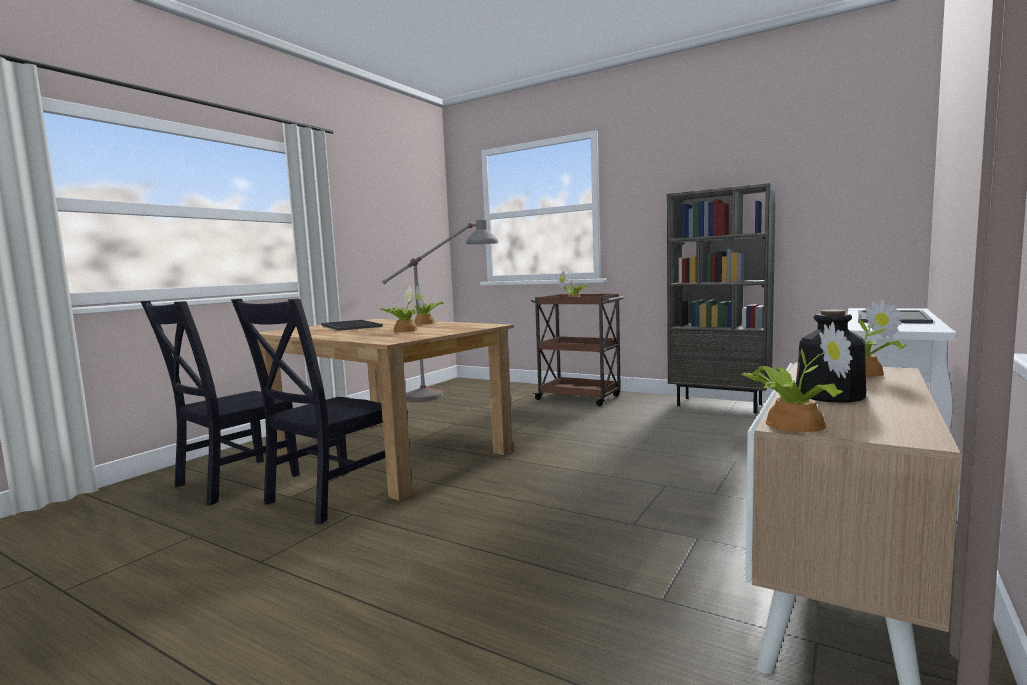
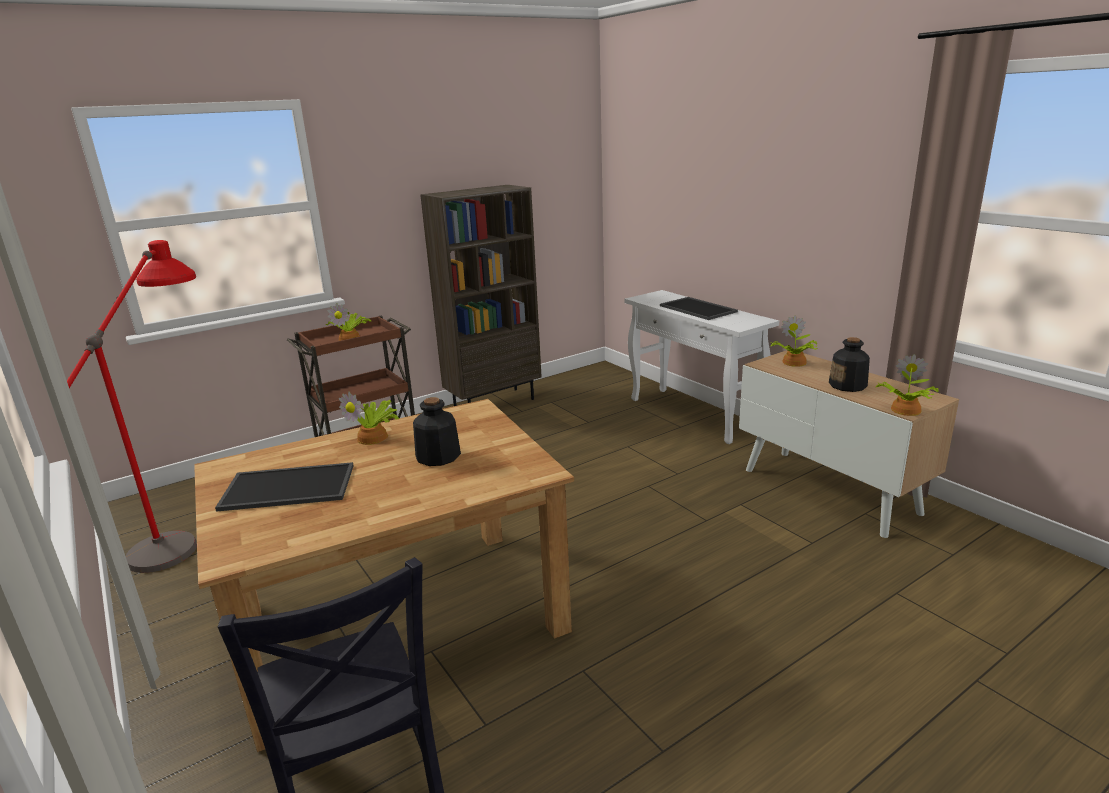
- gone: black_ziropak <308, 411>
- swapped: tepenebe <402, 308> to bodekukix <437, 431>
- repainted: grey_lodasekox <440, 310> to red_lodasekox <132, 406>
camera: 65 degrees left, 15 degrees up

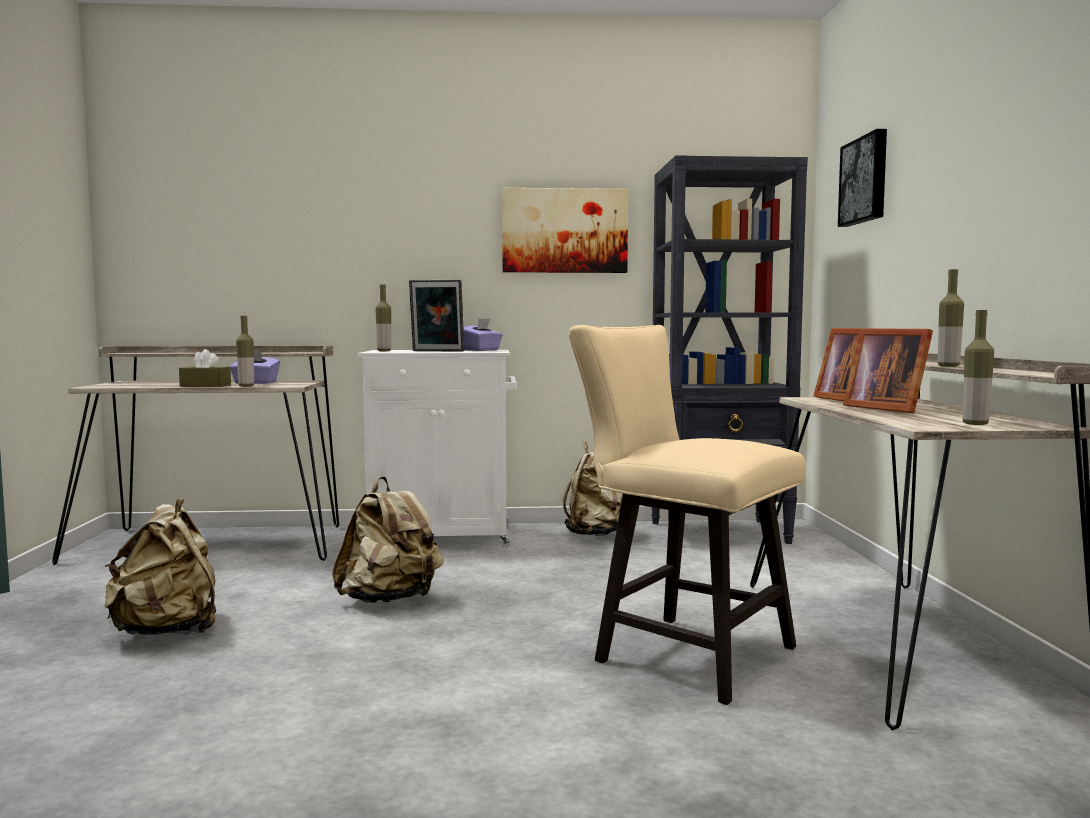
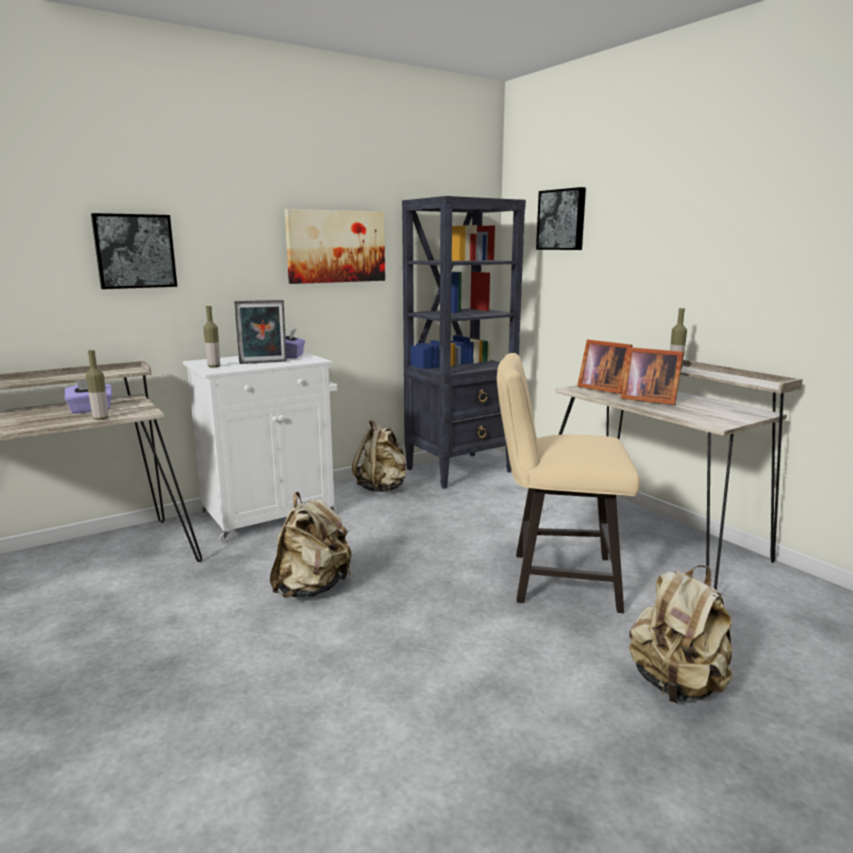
- gone: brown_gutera <205, 368>
- gone: bodekukix <978, 367>
- new: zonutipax <134, 251>
- shifted: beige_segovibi <160, 566> to <681, 634>
camera: 30 degrees left, 10 degrees up

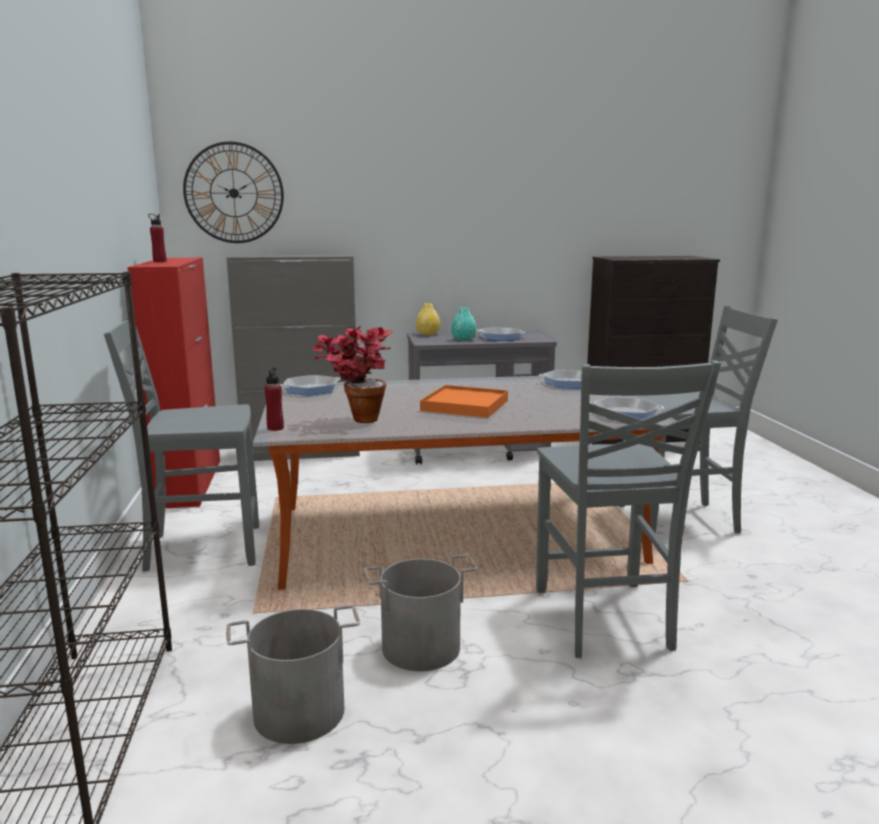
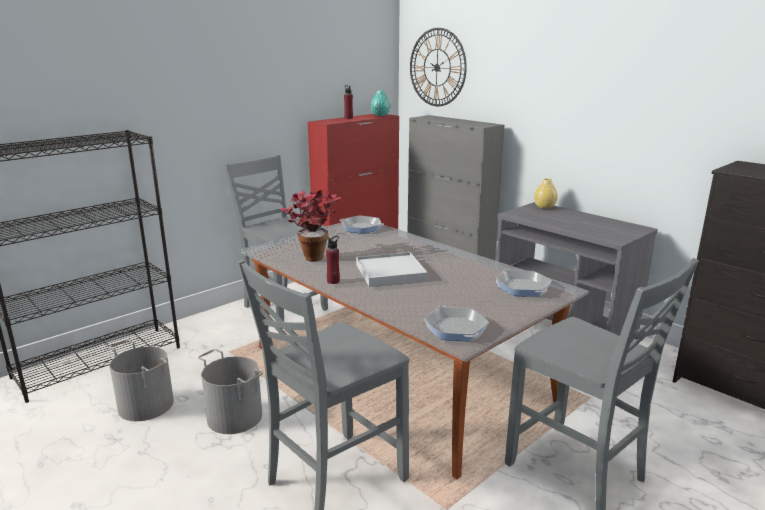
- gone: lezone <500, 334>
- shifted: red_bodekukix <274, 399> to <333, 260>
- shifted: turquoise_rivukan <464, 324> to <380, 103>
- repainted: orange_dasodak <464, 401> to white_dasodak <392, 269>
camera: 55 degrees right, 5 degrees up

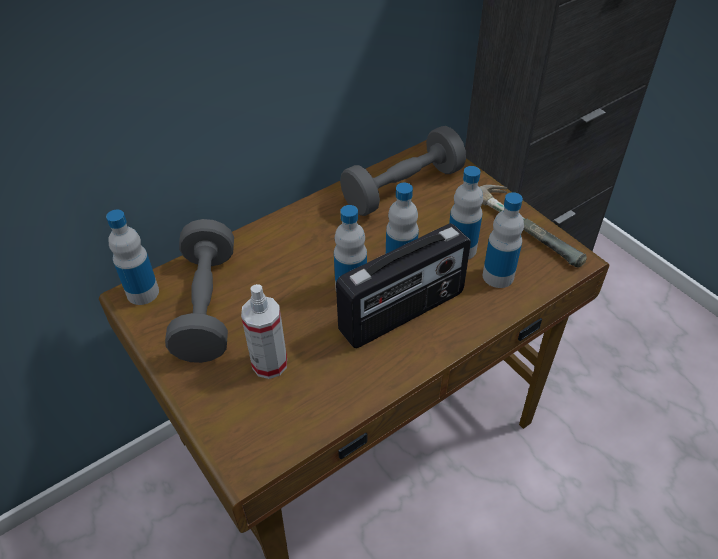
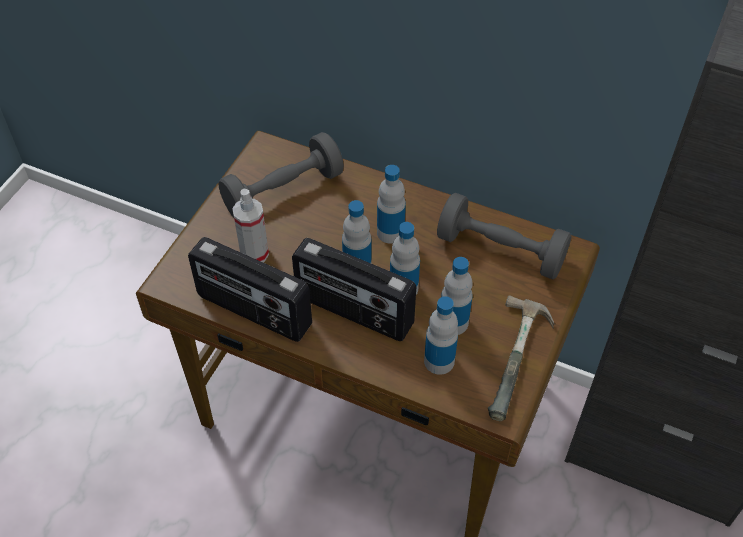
- new: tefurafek <250, 289>
- shifted: bodekukix <132, 257> to <391, 204>
camera: 60 degrees right, 5 degrees up

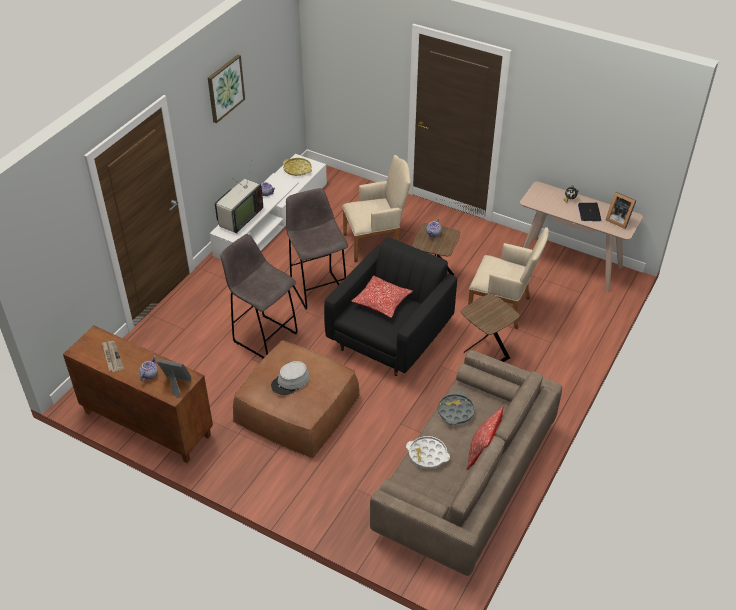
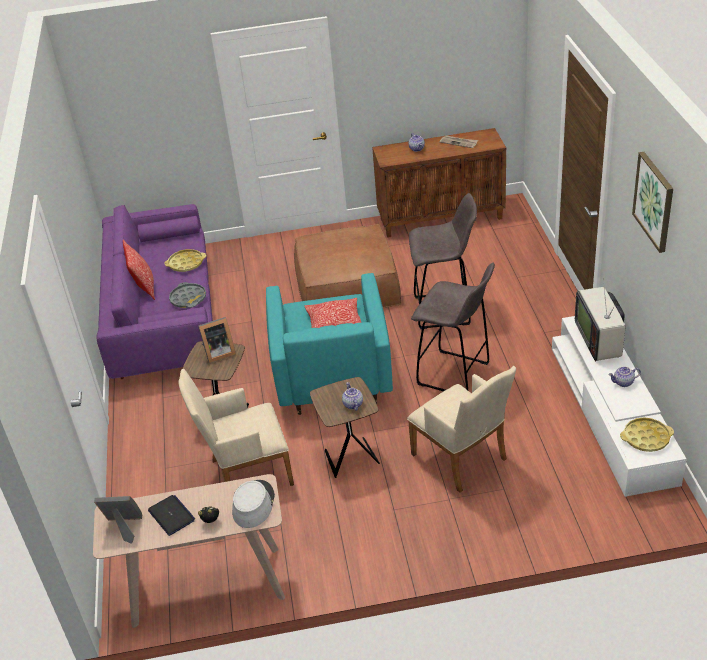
- shifted: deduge <174, 378> to <217, 340>
- shifted: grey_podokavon <290, 378> to <253, 504>
- repainted: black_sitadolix <390, 306> to turquoise_sitadolix <329, 344>
- repainted: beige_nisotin <466, 463> to purple_nisotin <155, 291>
- repainted: white_dasodak <428, 452> to yellow_dasodak <185, 260>
- rotated: beige_sitadolix <376, 208> = <461, 429> 75 degrees counterclockwise
camera: 145 degrees right, 5 degrees down

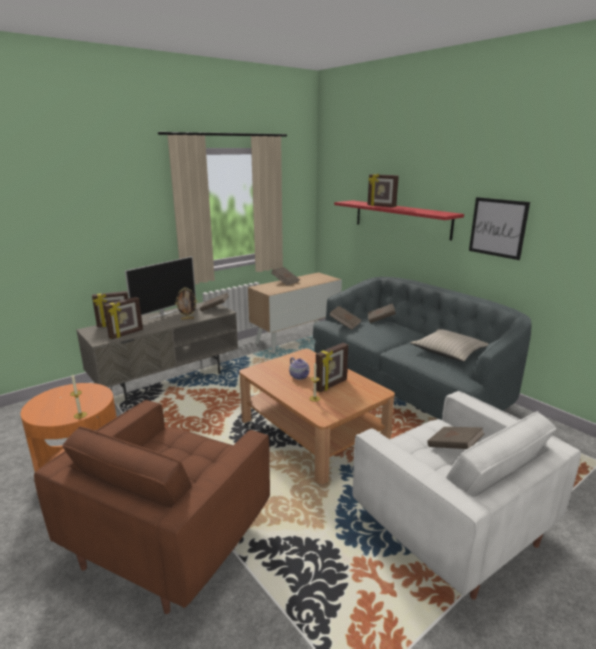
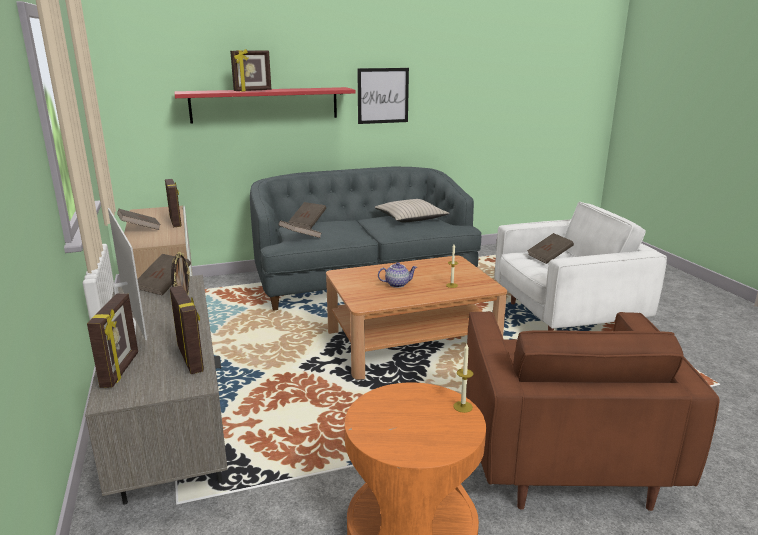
- shifted: deduge <332, 367> to <173, 203>
- rotated: brown_sitadolix <152, 507> = <593, 411> 45 degrees clockwise
camera: 70 degrees left, 0 degrees up

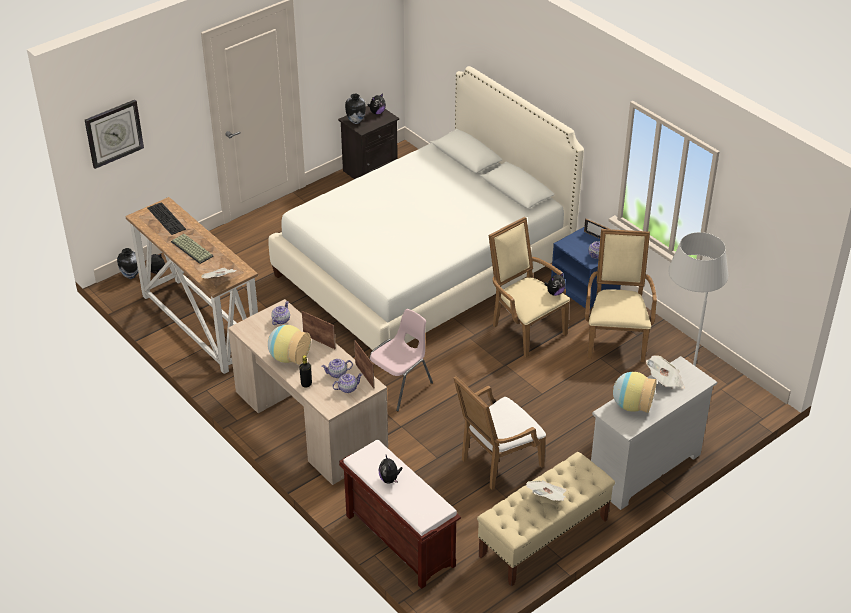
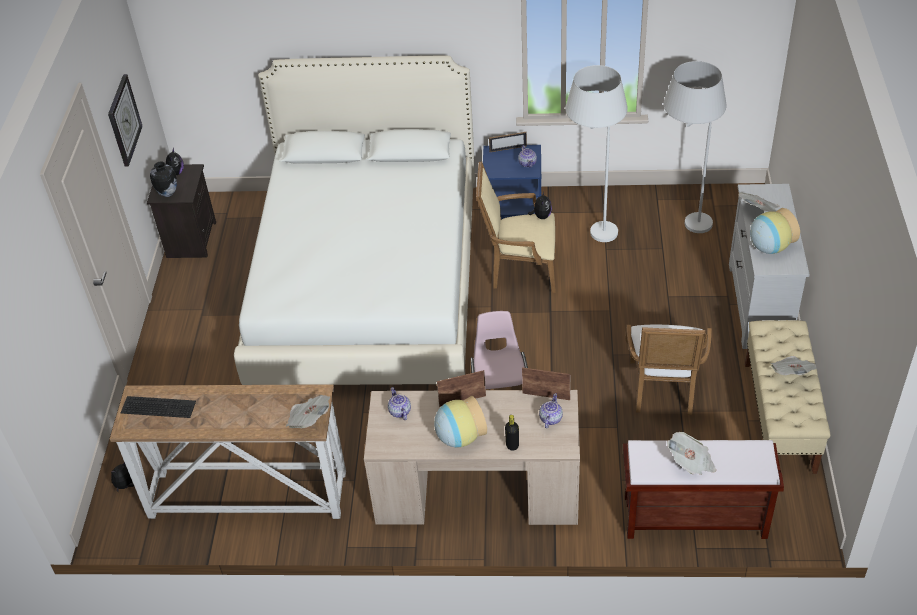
- gone: rivukan <127, 263>
- gone: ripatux <192, 249>
- gone: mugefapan <337, 368>
- shifted: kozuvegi <114, 134> to <125, 120>
- swapped: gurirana <391, 469> to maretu <691, 453>
- swapped: beige_sitadolix <621, 295> to white_lodasekox <596, 153>
camera: 45 degrees left, 5 degrees up

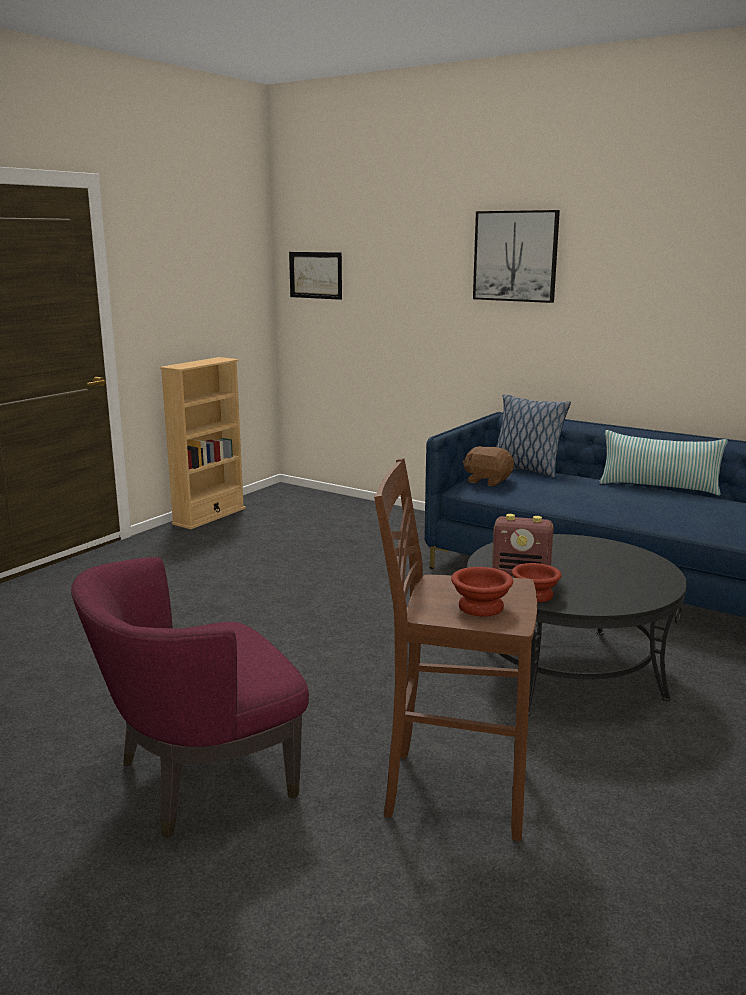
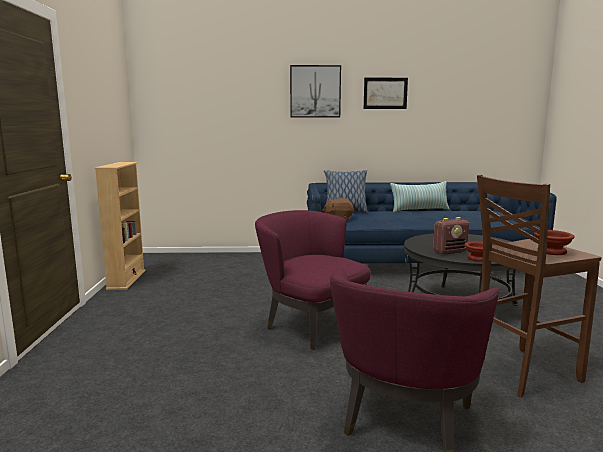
- new: purple_sitadolix <313, 280>
- shifted: zonutipax <315, 276> to <386, 93>
camera: 35 degrees left, 5 degrees down

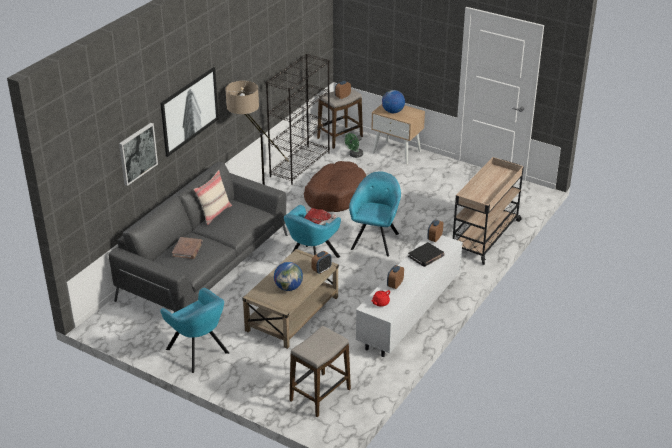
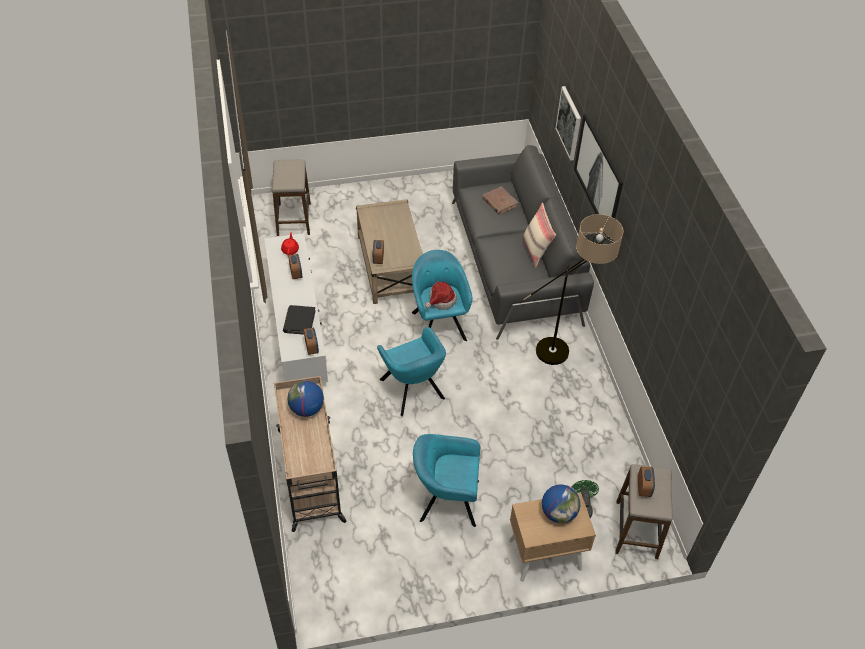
- gone: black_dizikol <298, 119>
- gone: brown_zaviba <335, 186>
- shifted: turquoise_sitadolix <194, 330> to <446, 480>
- shifted: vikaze <288, 276> to <305, 399>
camera: 135 degrees right, 15 degrees up

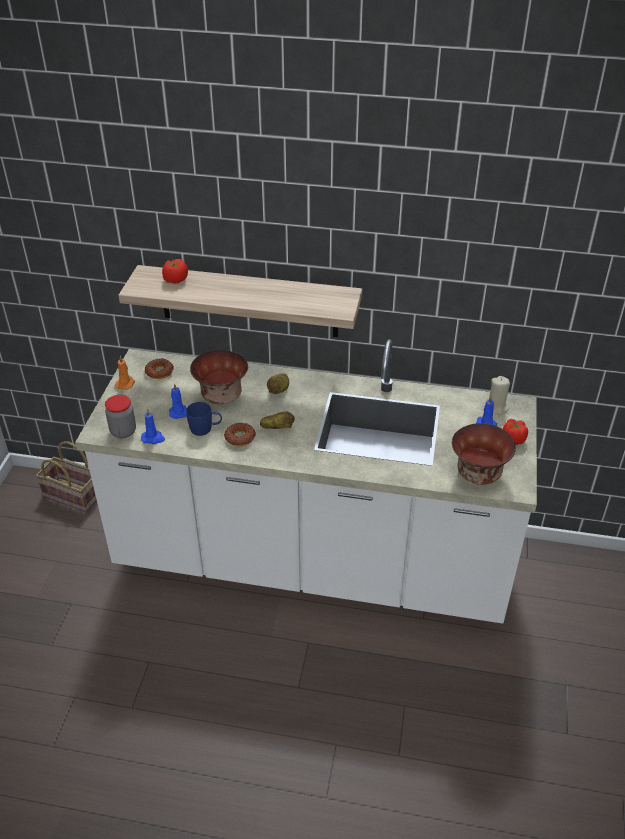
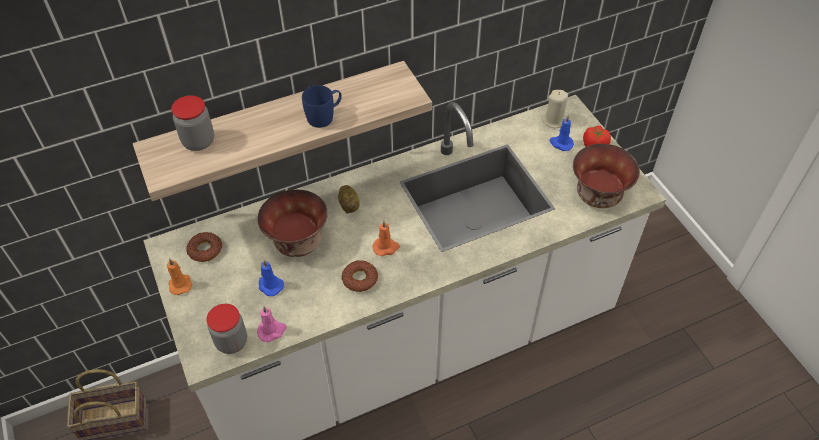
- shifted: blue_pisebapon <204, 419> to <322, 106>
- swapped: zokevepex <175, 271> to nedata <192, 123>
- swapped: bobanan <277, 420> to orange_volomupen <386, 238>
- repainted: blue_volomupen <153, 426> to pink_volomupen <272, 324>
camera: 35 degrees left, 10 degrees up

